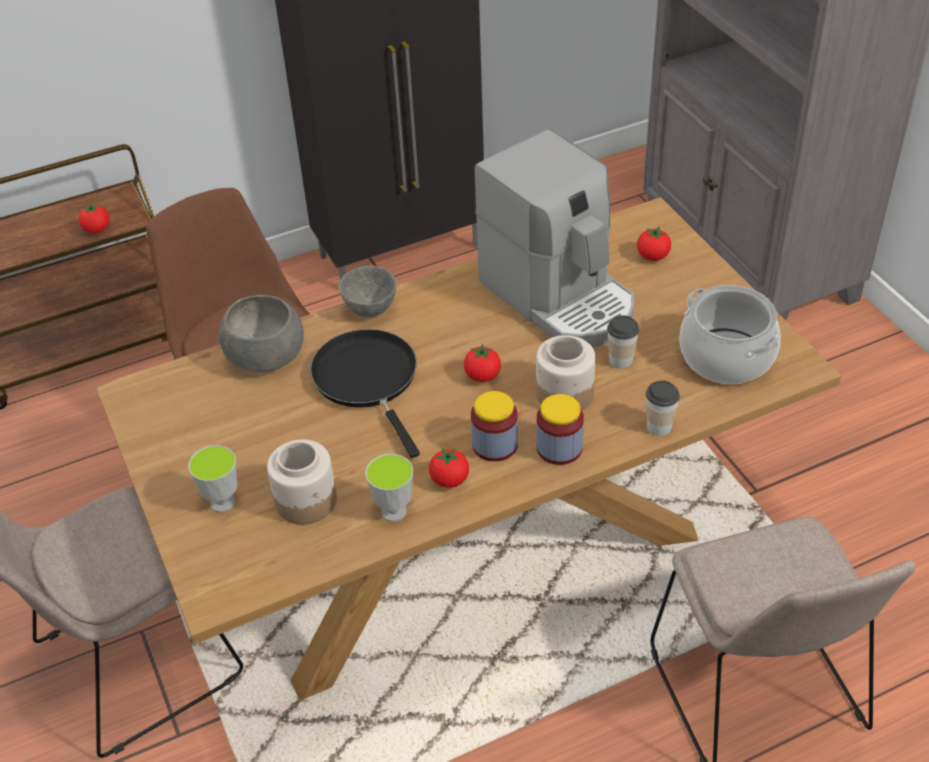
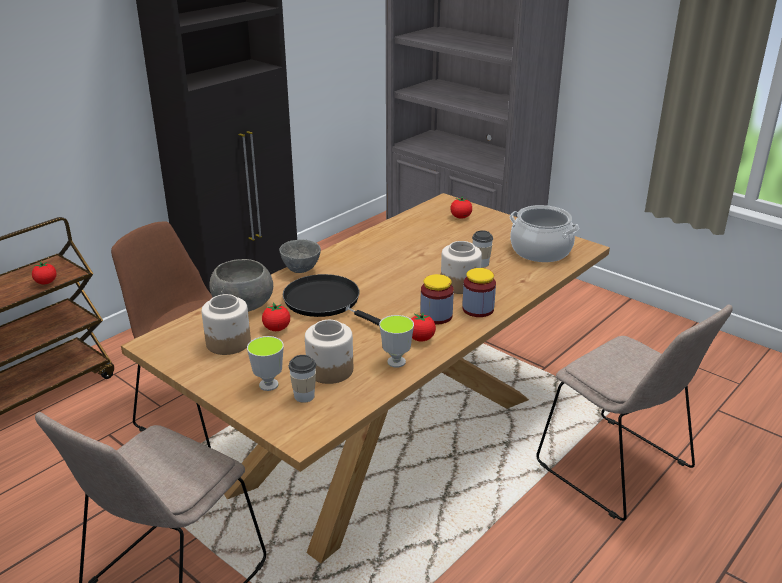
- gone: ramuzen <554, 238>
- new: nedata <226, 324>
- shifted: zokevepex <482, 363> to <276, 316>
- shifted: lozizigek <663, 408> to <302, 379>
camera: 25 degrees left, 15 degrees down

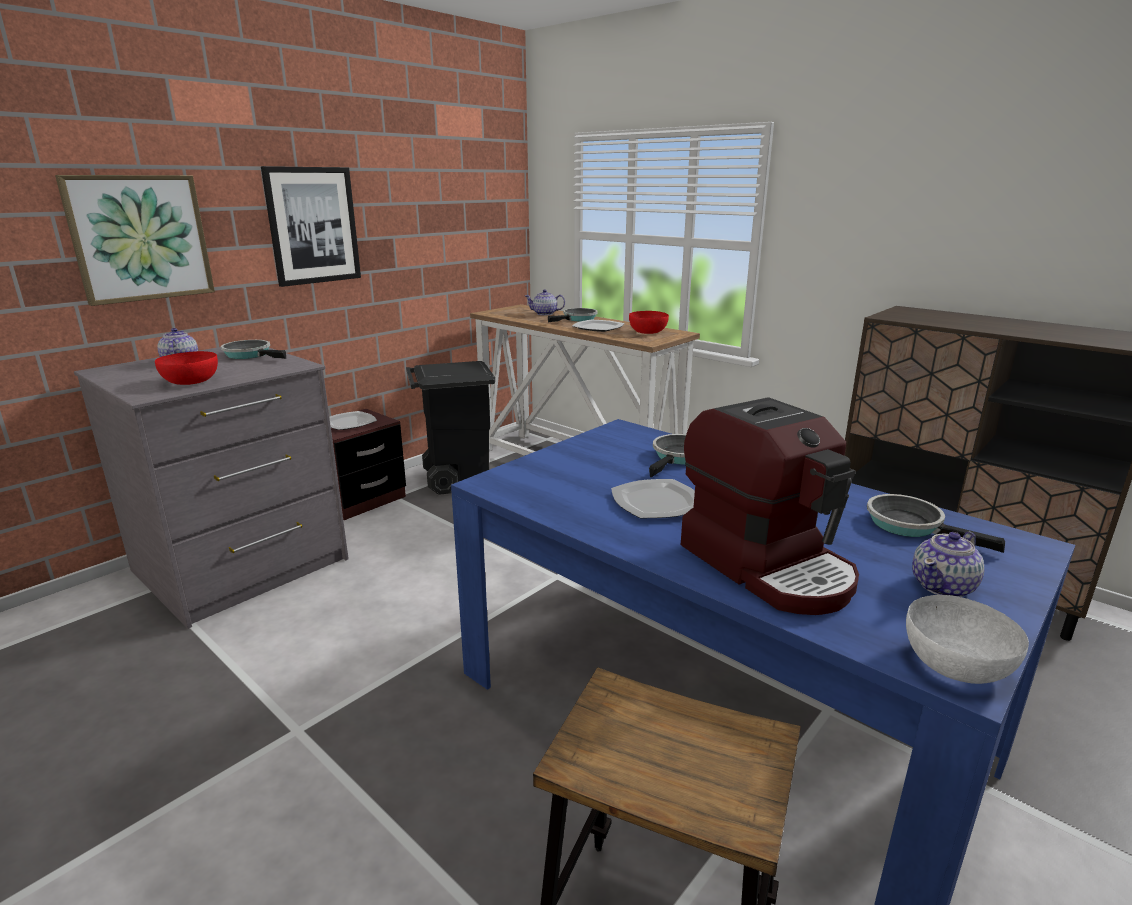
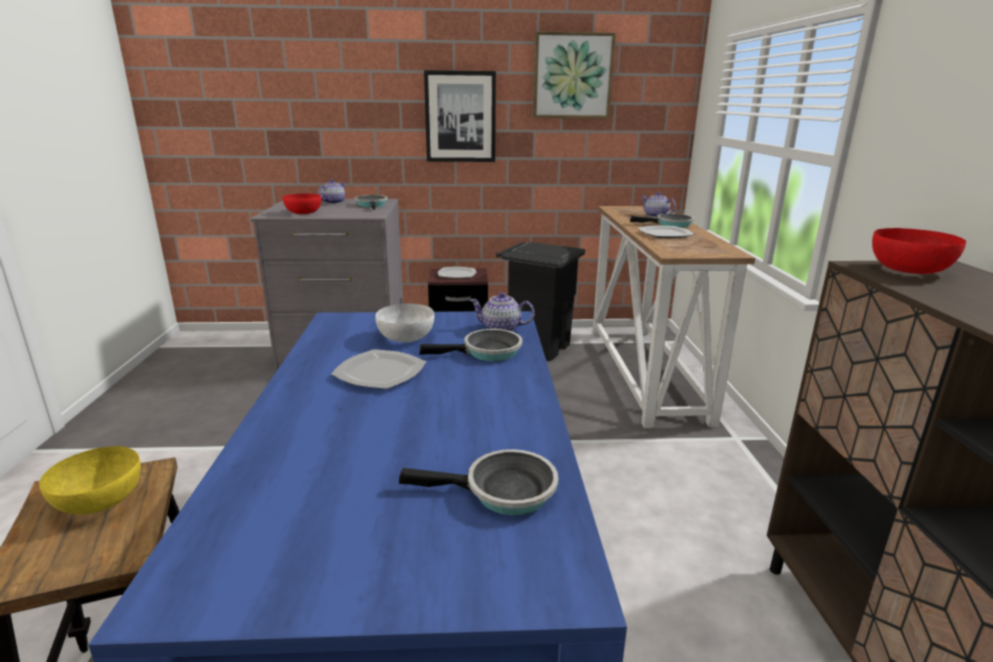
- gone: ramuzen <770, 506>
- new: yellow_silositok <90, 480>
- shifted: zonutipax <135, 240> to <574, 75>
- shifted: red_silositok <649, 322> to <919, 251>
- shifted: white_silositok <967, 639> to <404, 323>
- shifted: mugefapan <948, 564> to <502, 312>
- rotated: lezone <936, 523> = <478, 482> 90 degrees clockwise
camera: 45 degrees right, 0 degrees up

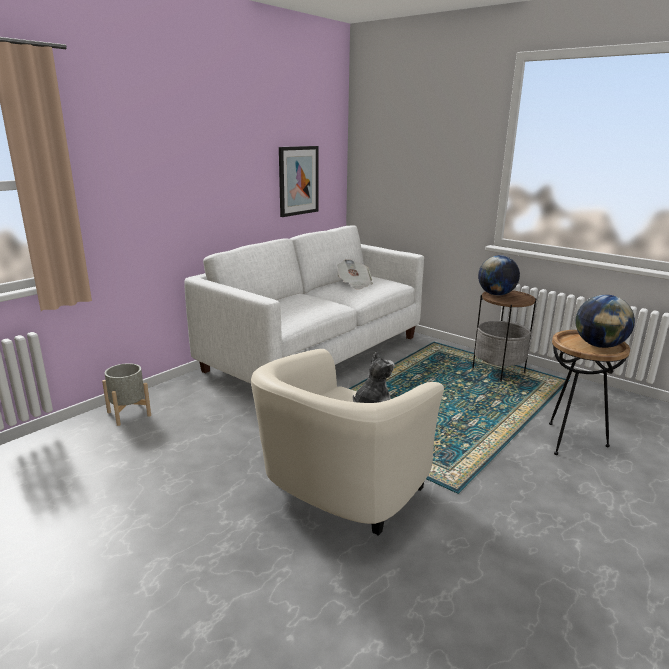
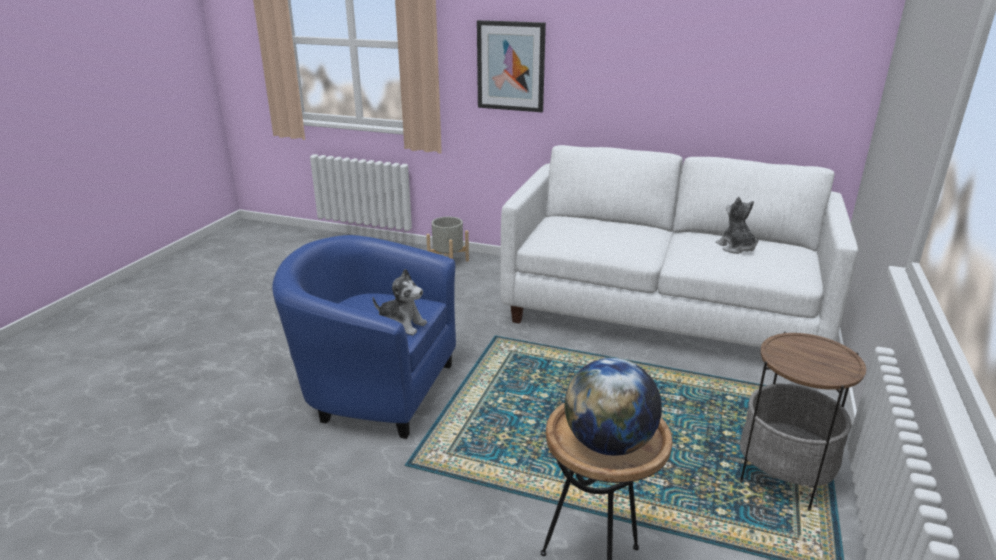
- gone: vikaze <499, 275>
- shifted: zonutipax <298, 181> to <511, 66>
- swapped: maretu <355, 274> to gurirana <737, 225>
- repainted: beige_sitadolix <347, 442> to blue_sitadolix <364, 337>
camera: 70 degrees right, 5 degrees up

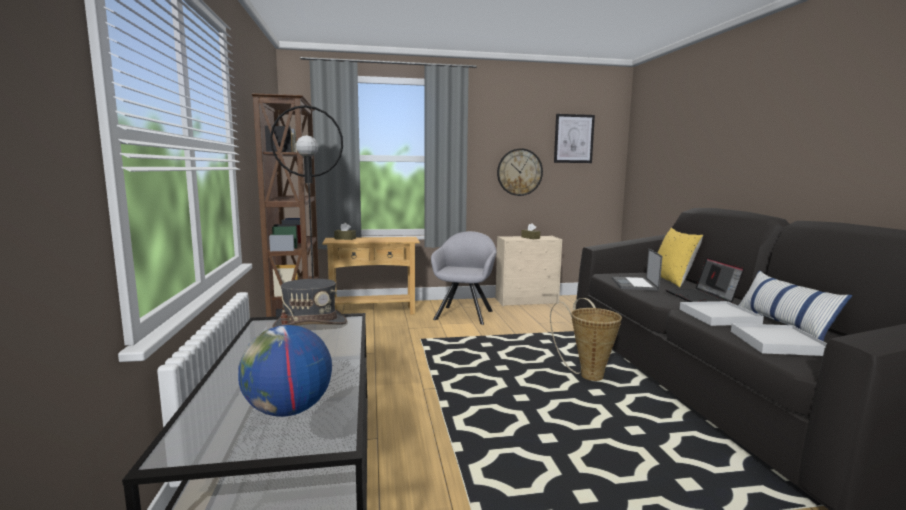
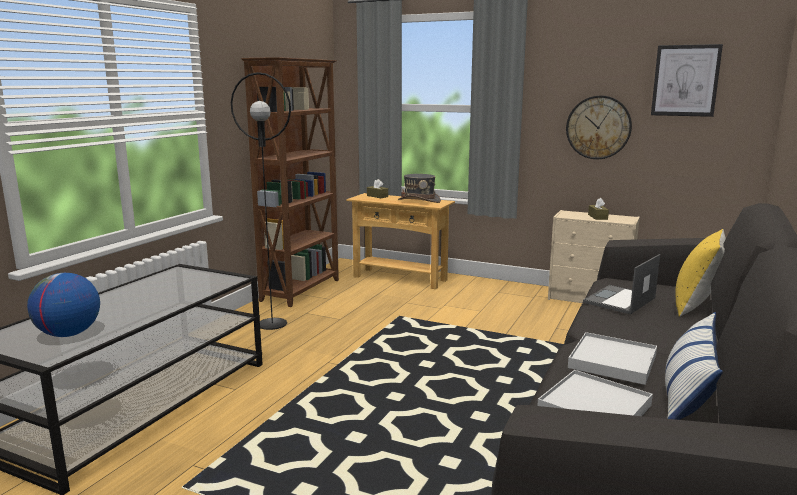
- gone: grey_sitadolix <464, 278>
- gone: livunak <586, 339>
- gone: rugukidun <705, 280>
- shifted: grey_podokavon <310, 303> to <419, 188>
camera: 35 degrees right, 5 degrees up

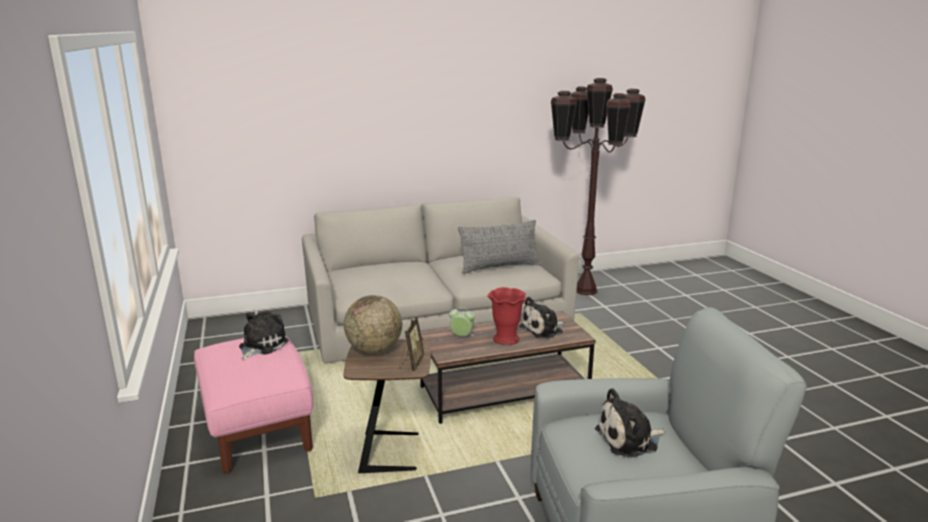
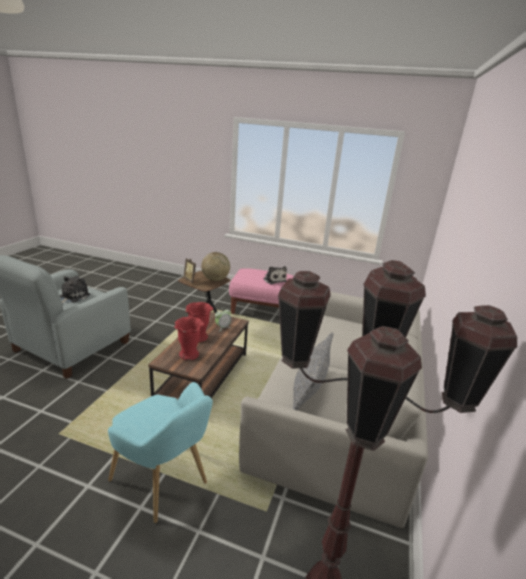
- new: turquoise_sitadolix <160, 452>
- swapped: gurirana <541, 318> to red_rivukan <189, 338>
camera: 125 degrees right, 5 degrees up

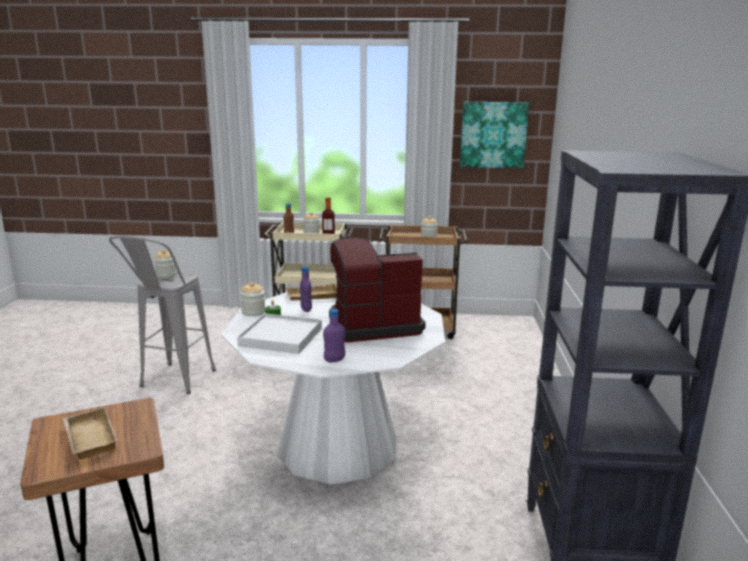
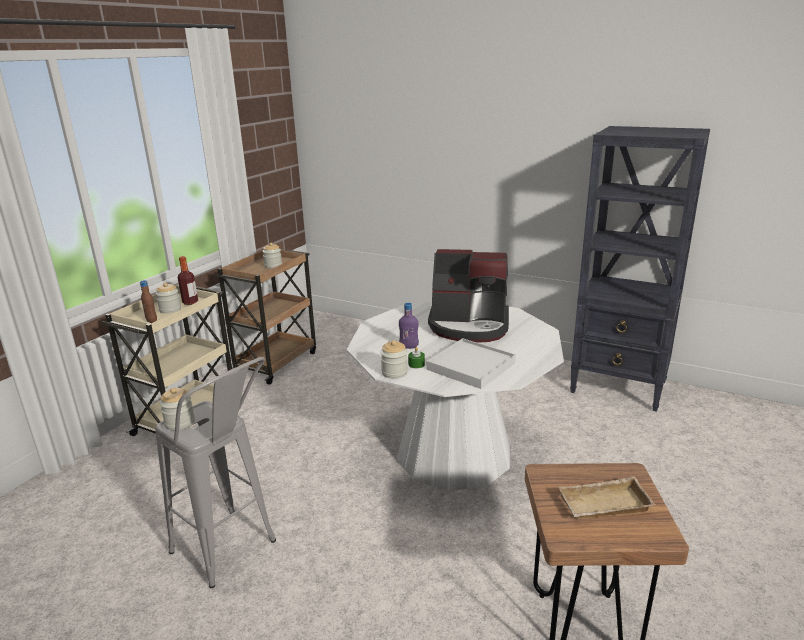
- gone: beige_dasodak <311, 292>
- gone: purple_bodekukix <334, 335>
- gone: zonutipax <494, 135>
- rotated: ramuzen <377, 290> = <468, 296> 90 degrees counterclockwise
camera: 65 degrees left, 5 degrees up

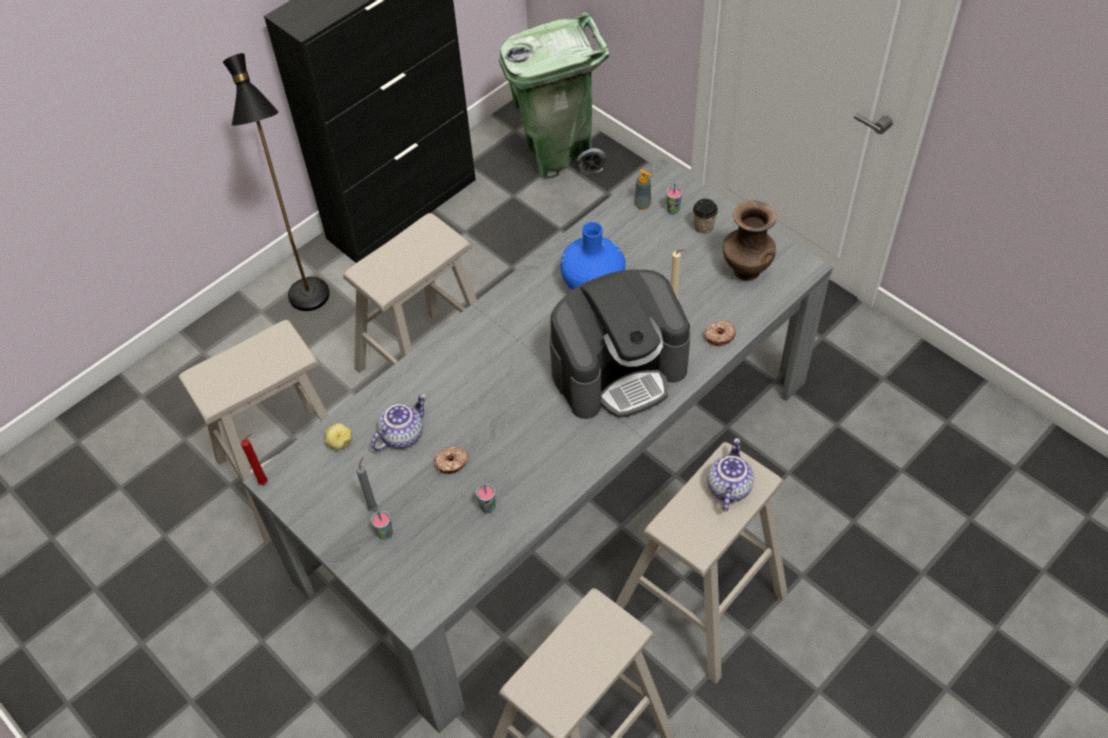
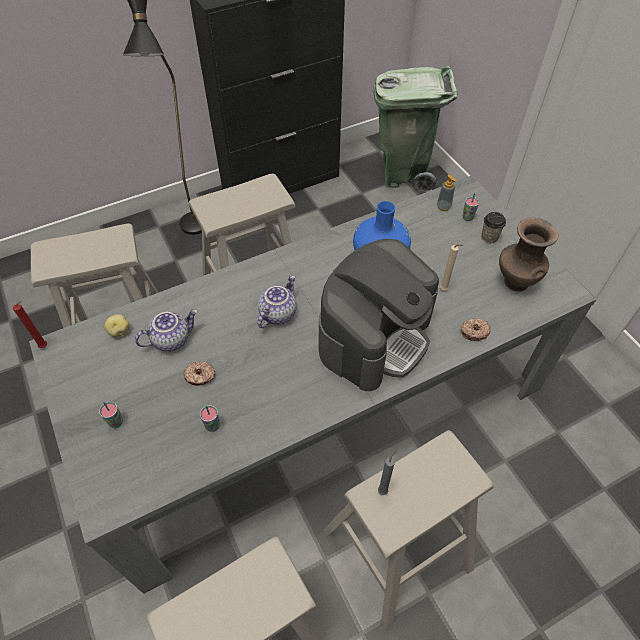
- shifted: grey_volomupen <367, 484> to <387, 473>
- shifted: mugefapan <730, 474> to <277, 301>
- rotated: ramuzen <620, 344> = <378, 315> 45 degrees counterclockwise
camera: 15 degrees right, 0 degrees up

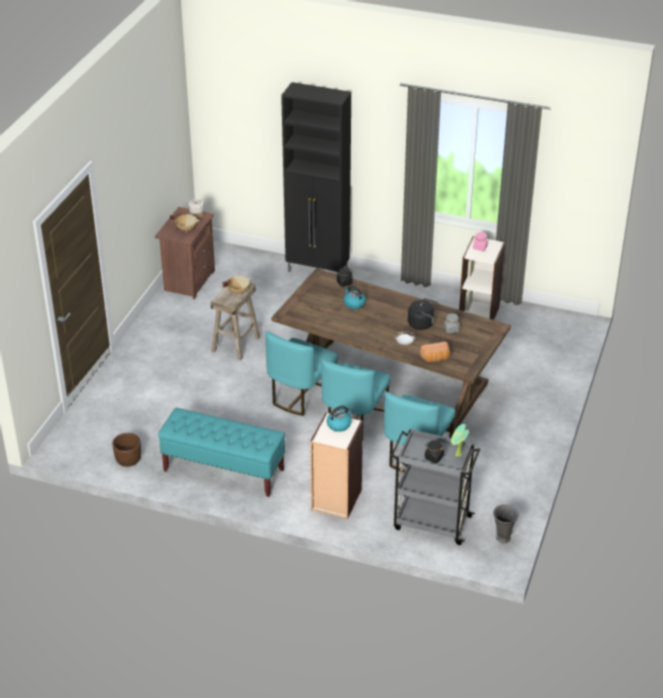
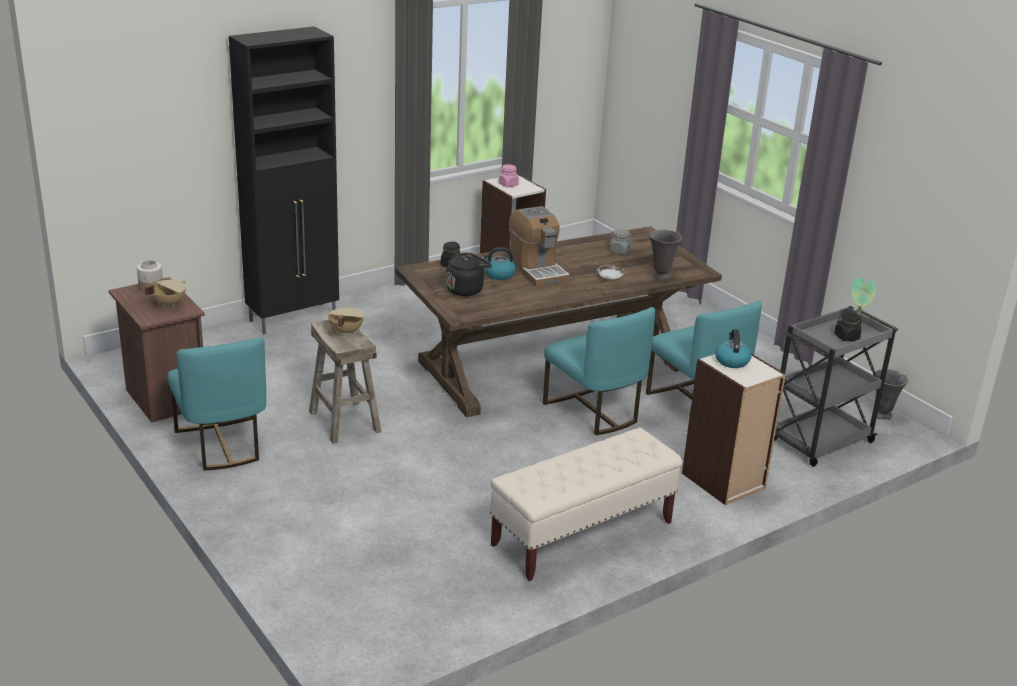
- gone: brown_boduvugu <126, 450>
- new: ramuzen <539, 246>
- shifted: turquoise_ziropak <301, 373> to <216, 404>
- shifted: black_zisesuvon <423, 314> to <469, 274>
- swapped: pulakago <435, 351> to grey_rivukan <665, 255>
- repainted: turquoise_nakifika <222, 452> to beige_nakifika <586, 504>
camera: 55 degrees left, 10 degrees down

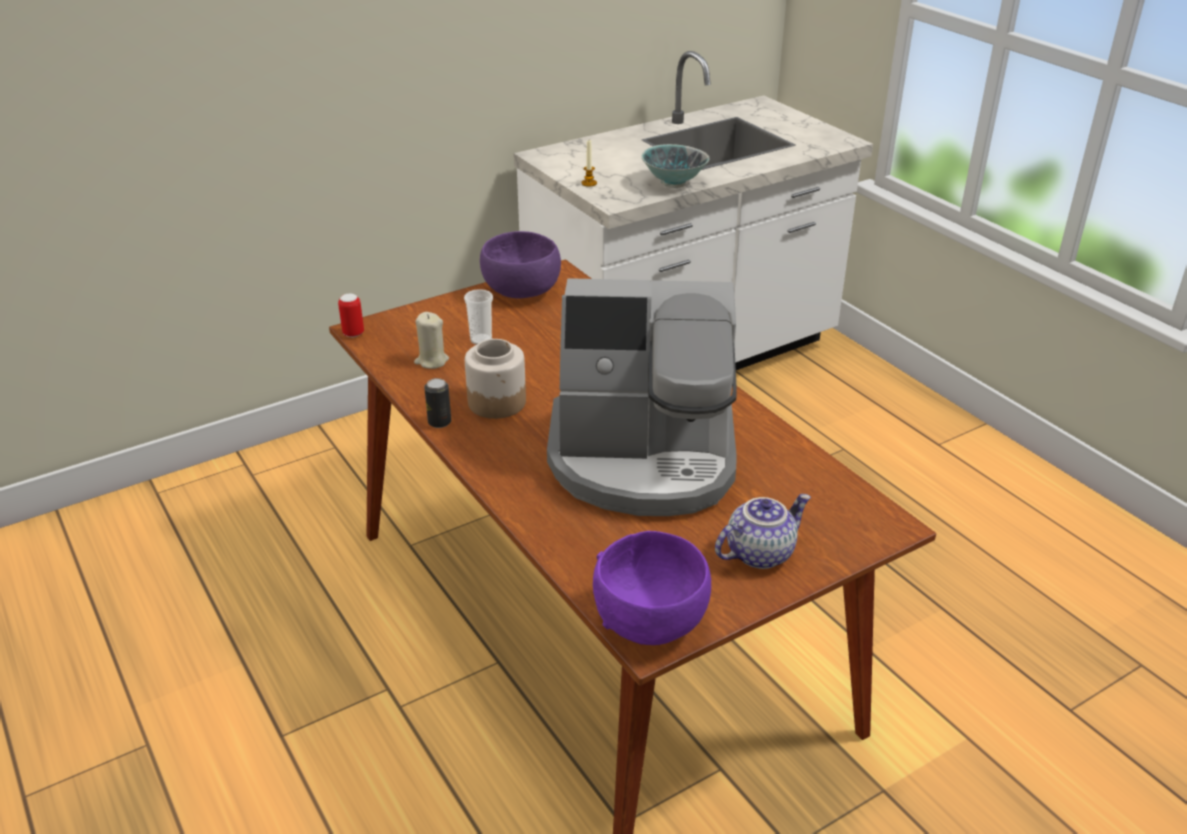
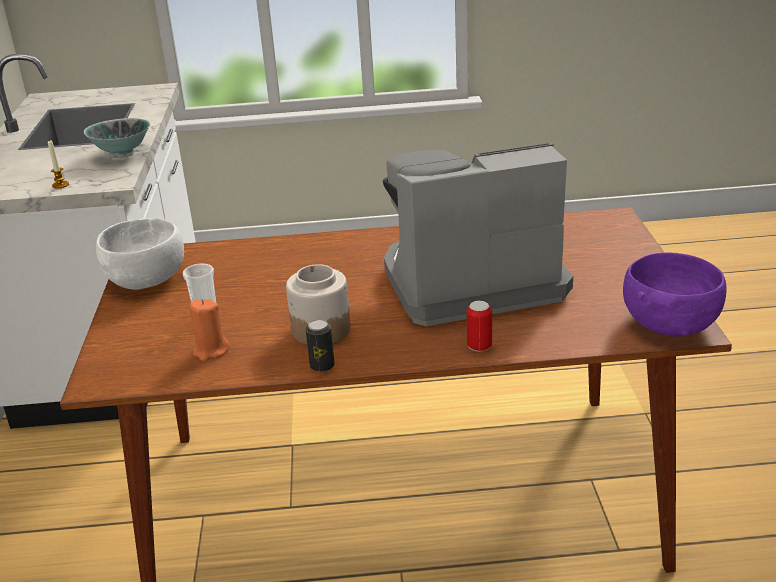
- gone: mugefapan <763, 531>
- shifted: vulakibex <351, 315> to <479, 326>
- repainted: beige_volomupen <431, 340> to orange_volomupen <209, 330>
- repainted: purple_silositok <520, 264> to white_silositok <140, 254>
- rotated: ramuzen <642, 397> = <478, 234> 135 degrees counterclockwise
camera: 60 degrees left, 5 degrees down

